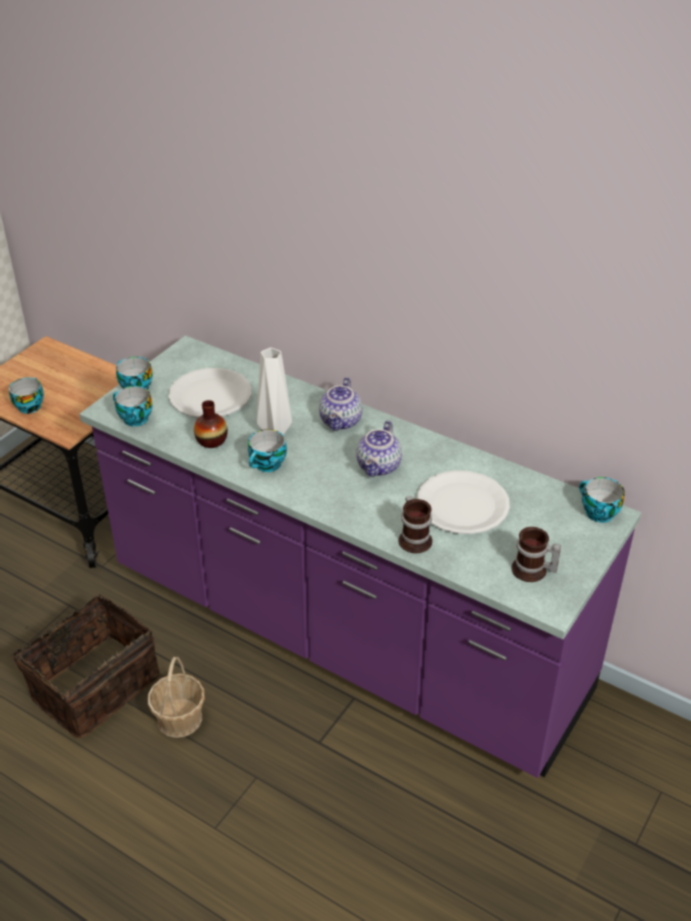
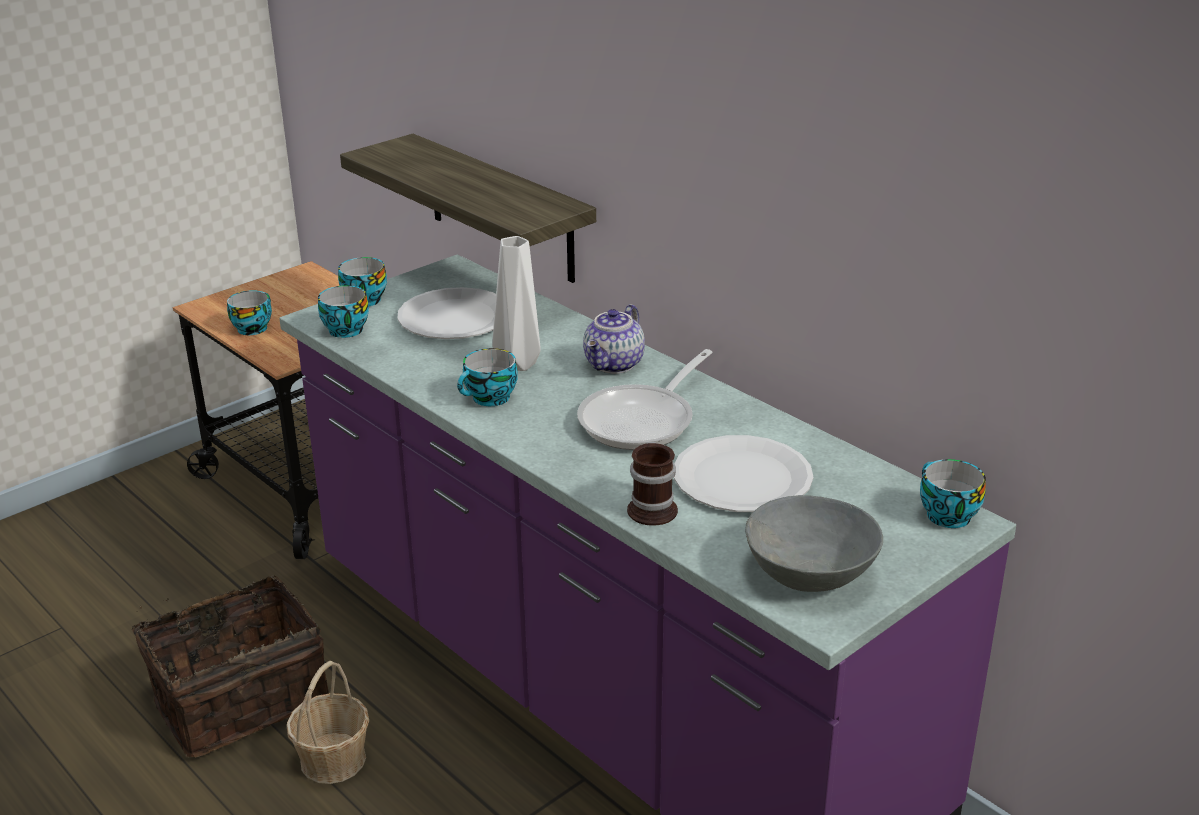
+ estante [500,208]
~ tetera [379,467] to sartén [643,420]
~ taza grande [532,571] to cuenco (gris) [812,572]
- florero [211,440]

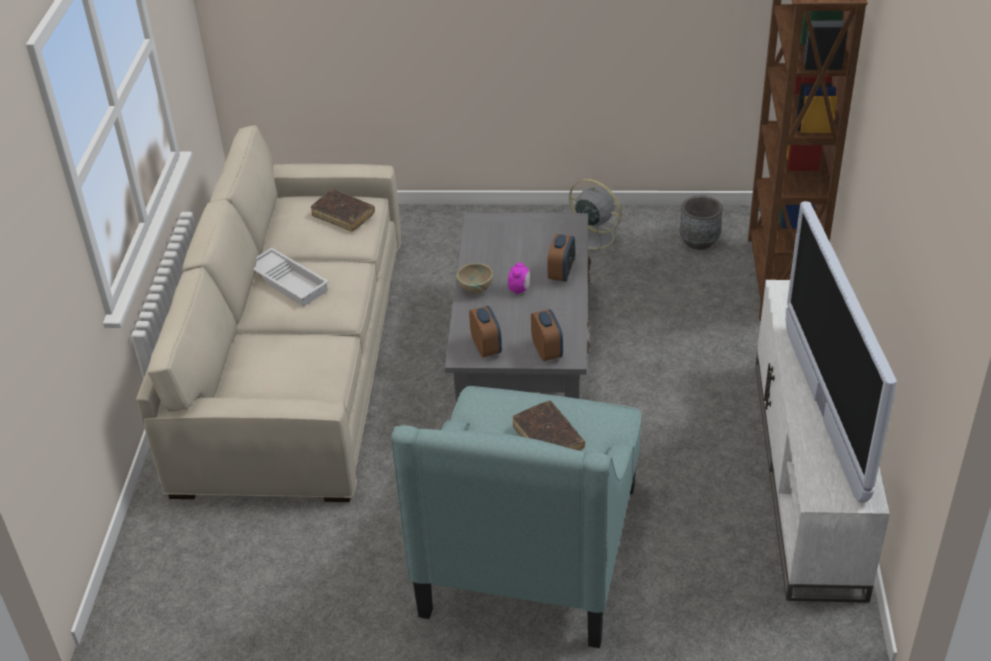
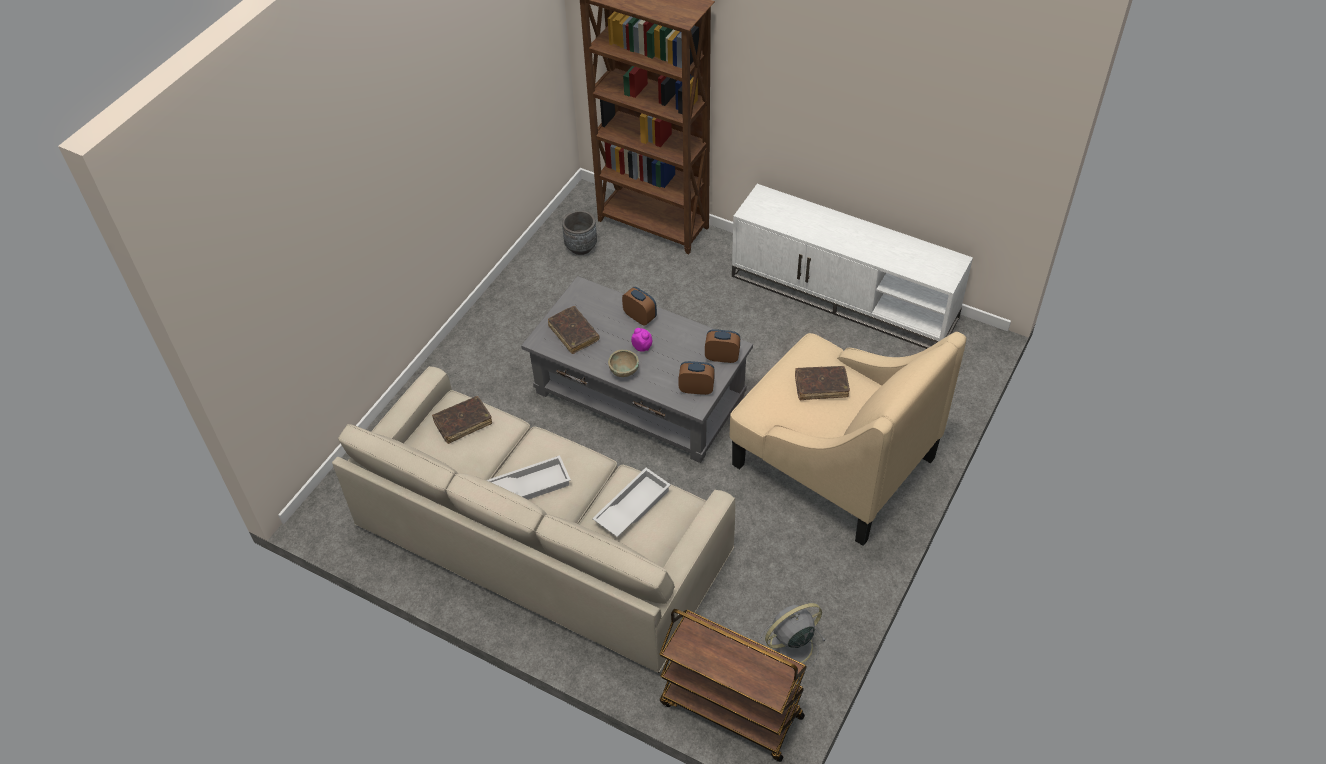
+ libro (marrón) [573,333]
+ bandeja (blanco) [632,506]
+ carrito (marrón) [730,710]
~ sillón (turquesa) [531,547] to sillón (beis) [832,461]
~ ventilador (gris) [592,236] to [789,646]
- televisor [823,411]

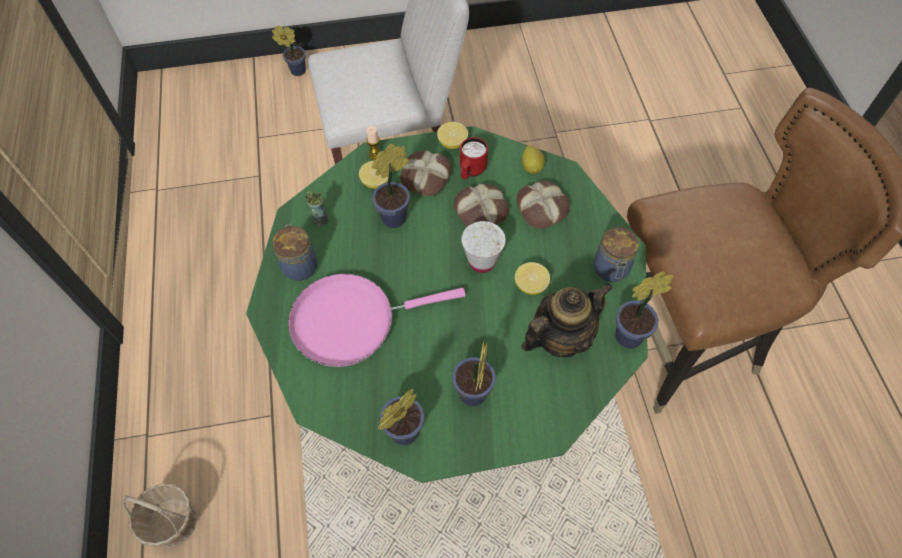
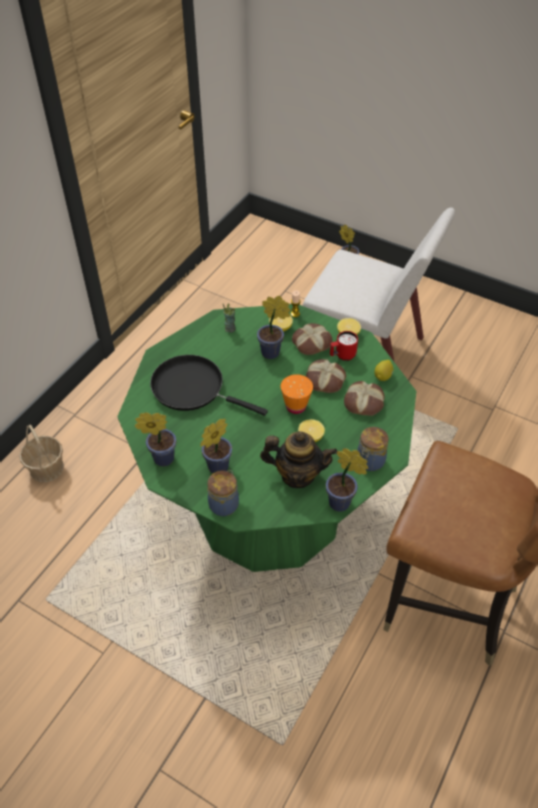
~ sartén (rosa) [351,321] to sartén (negro) [193,388]
~ tarro [300,265] to [224,504]
~ taza (blanco) [482,261] to taza (naranja) [296,406]

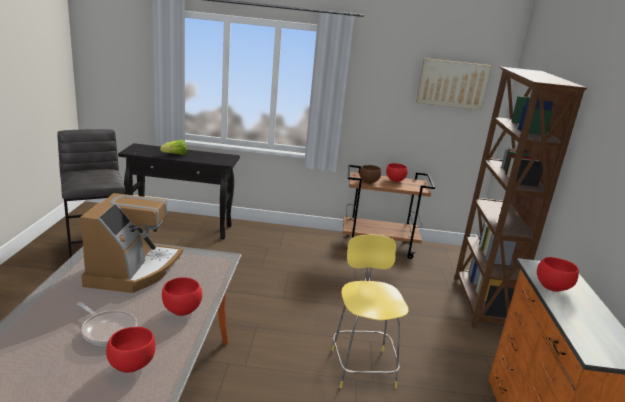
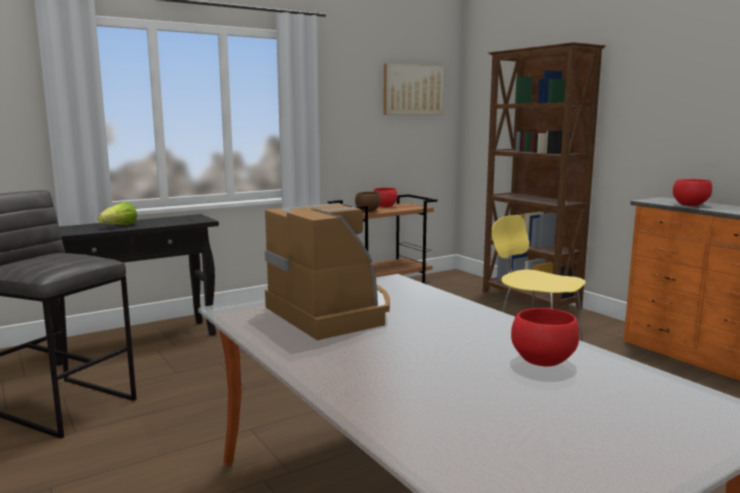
- sartén [108,330]
- cuenco (rojo) [181,311]

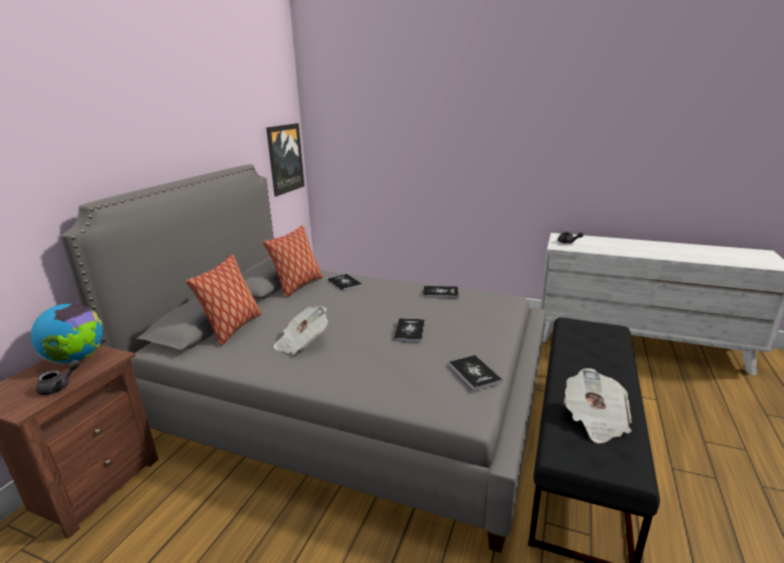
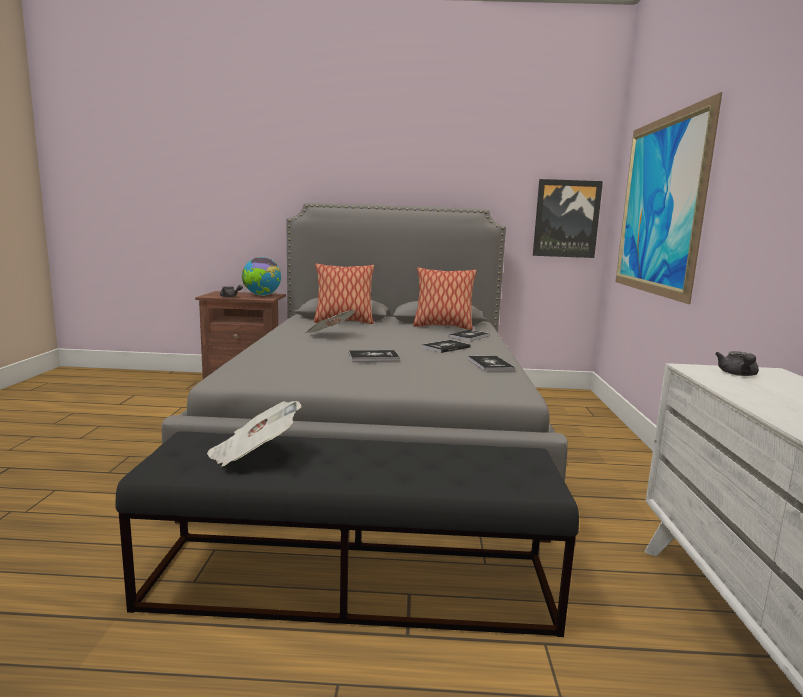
~ libro [474,373] to [446,347]
+ cuadro [659,206]

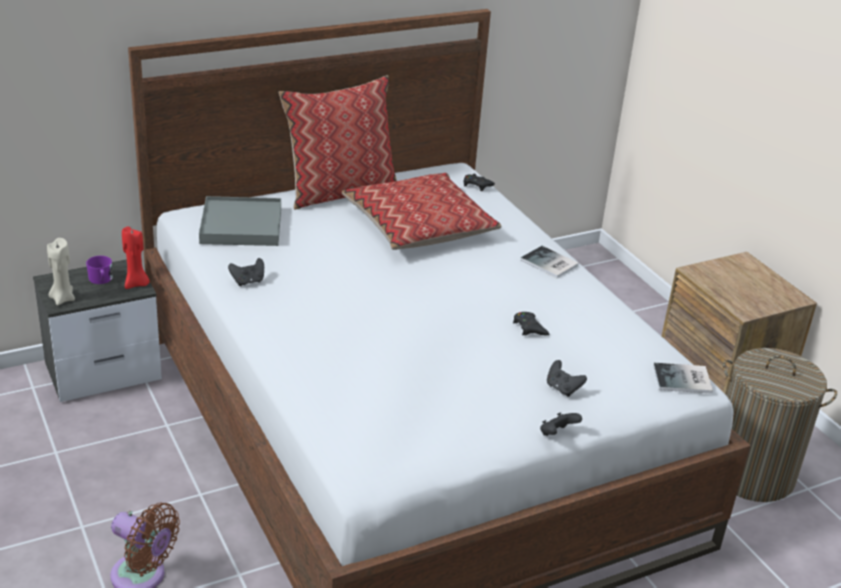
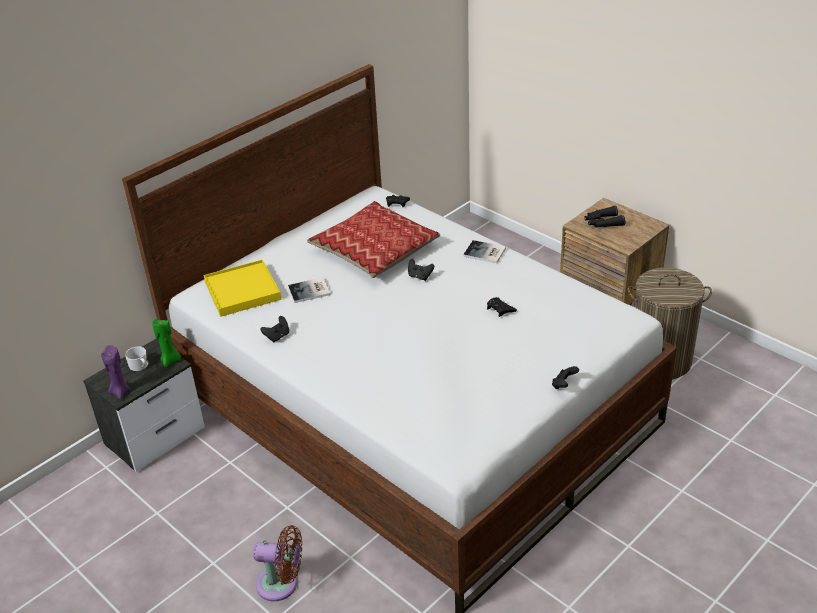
~ vela (beis) [62,298] to vela (morado) [120,392]
~ taza grande (morado) [101,279] to taza grande (blanco) [140,366]
~ vela (rojo) [136,284] to vela (verde) [170,361]
~ bandeja (gris) [241,226] to bandeja (amarillo) [242,291]
~ libro [684,380] to [310,291]
~ mando de consola (negro) [562,389] to [420,276]
+ prismáticos (negro) [603,222]
- cojín [340,191]

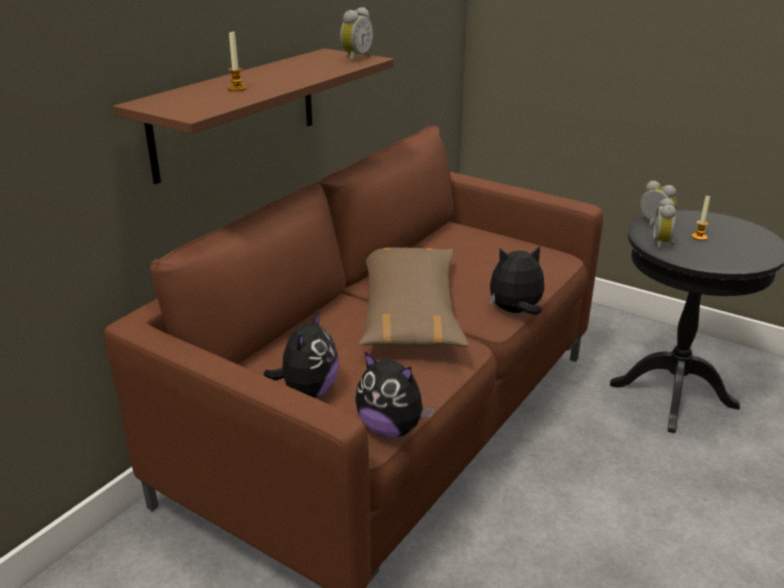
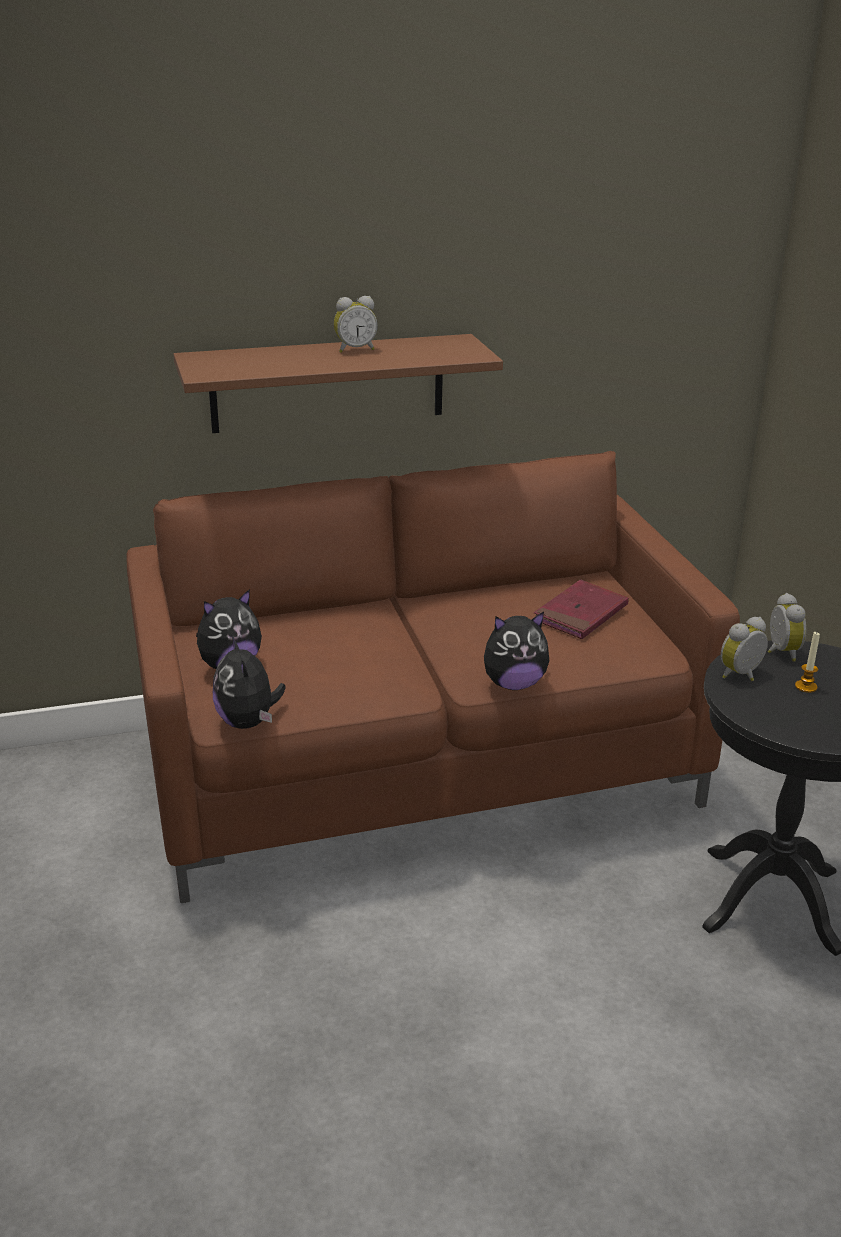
~ despertador [355,58] to [355,349]
~ peluche [515,312] = [513,684] 135 degrees clockwise
+ libro (rojo) [580,614]
- vela [237,88]
- cojín (marrón) [410,313]

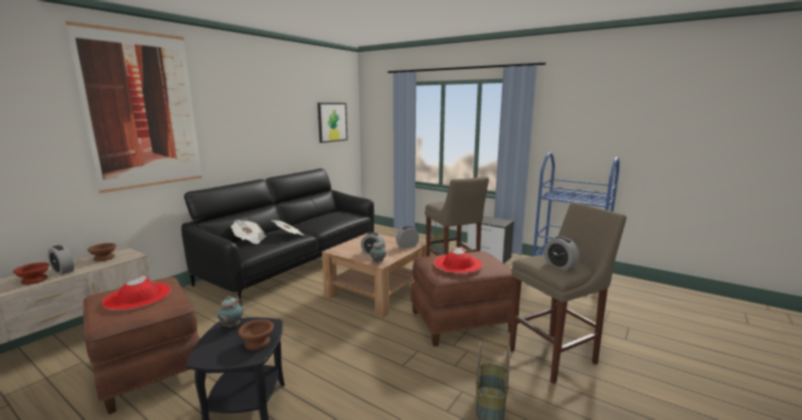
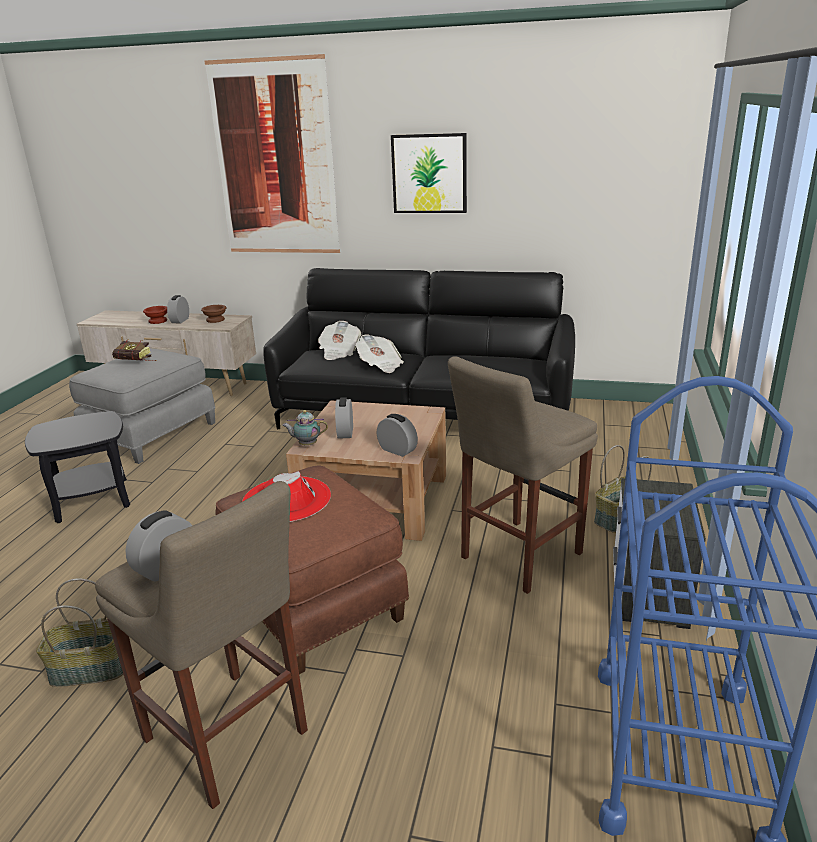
~ puf (marrón) [149,368] to puf (gris) [150,434]
~ sombrero (rojo) [137,296] to libro [137,362]
~ cuadro [332,122] to [429,174]
- tetera [231,326]
- cuenco (marrón) [257,343]

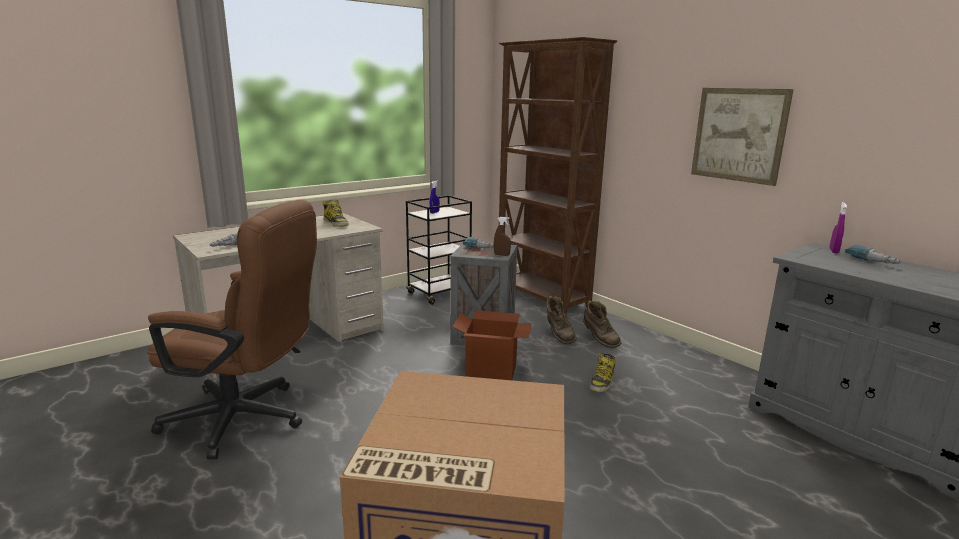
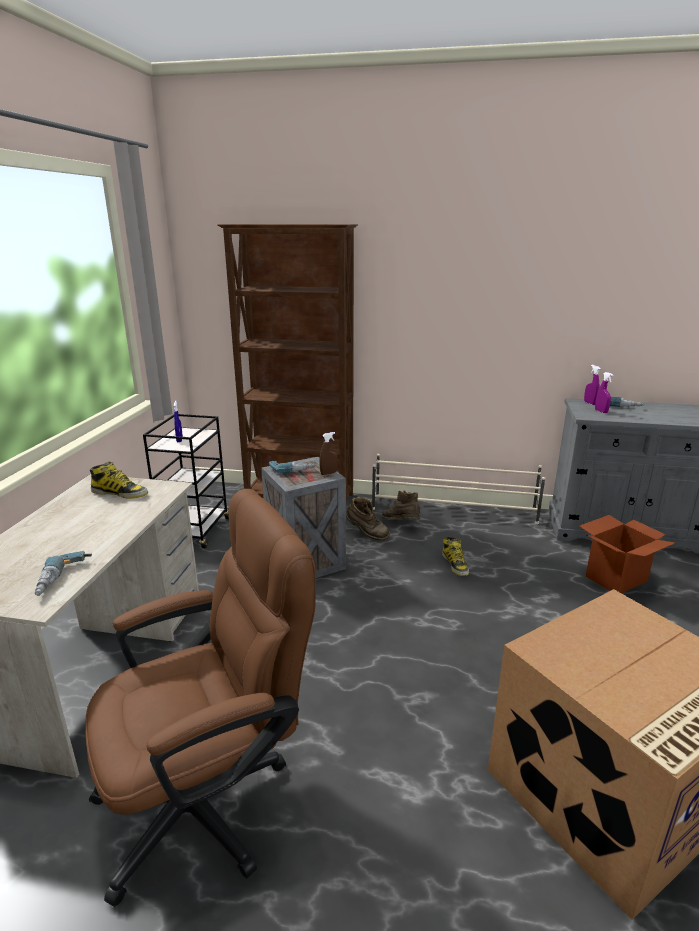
+ zapatero (beis) [454,509]
~ bota (marrón) [599,340] = [401,525] 150 degrees counterclockwise
~ caja de cartón [491,370] to [616,578]
+ pulverizador (morado) [601,411]
- cuadro [738,135]

